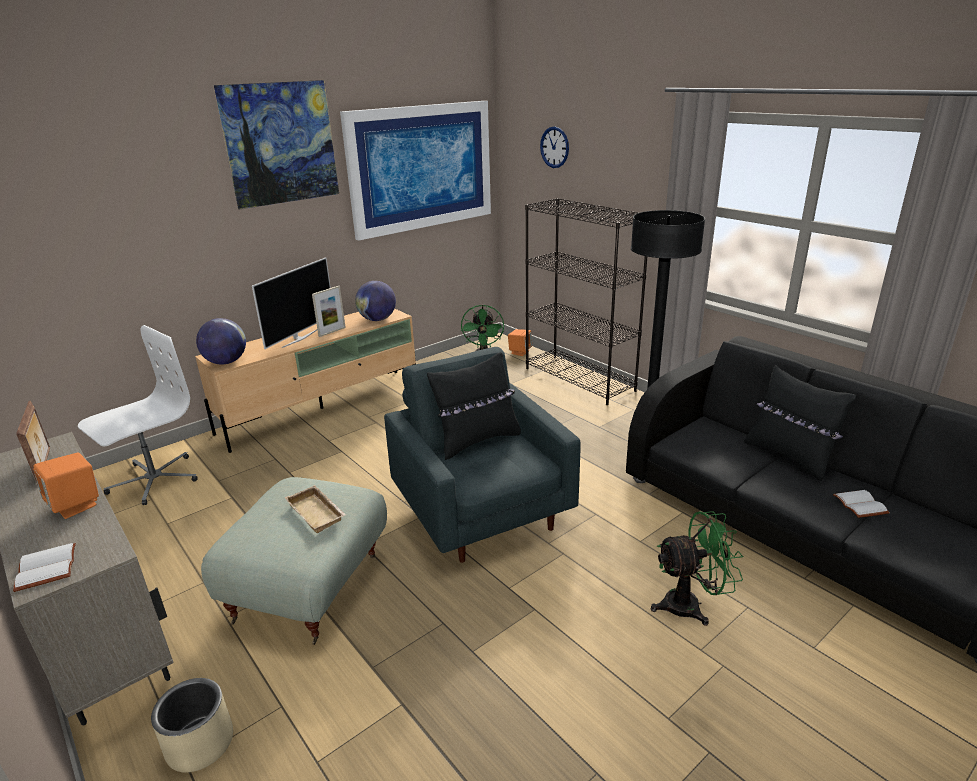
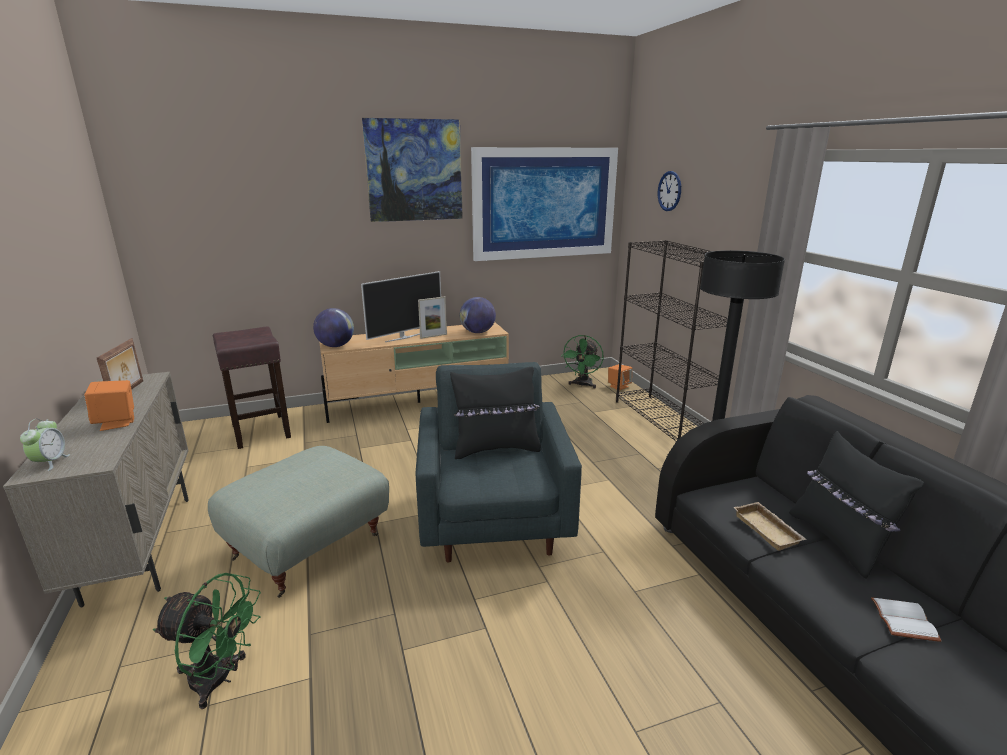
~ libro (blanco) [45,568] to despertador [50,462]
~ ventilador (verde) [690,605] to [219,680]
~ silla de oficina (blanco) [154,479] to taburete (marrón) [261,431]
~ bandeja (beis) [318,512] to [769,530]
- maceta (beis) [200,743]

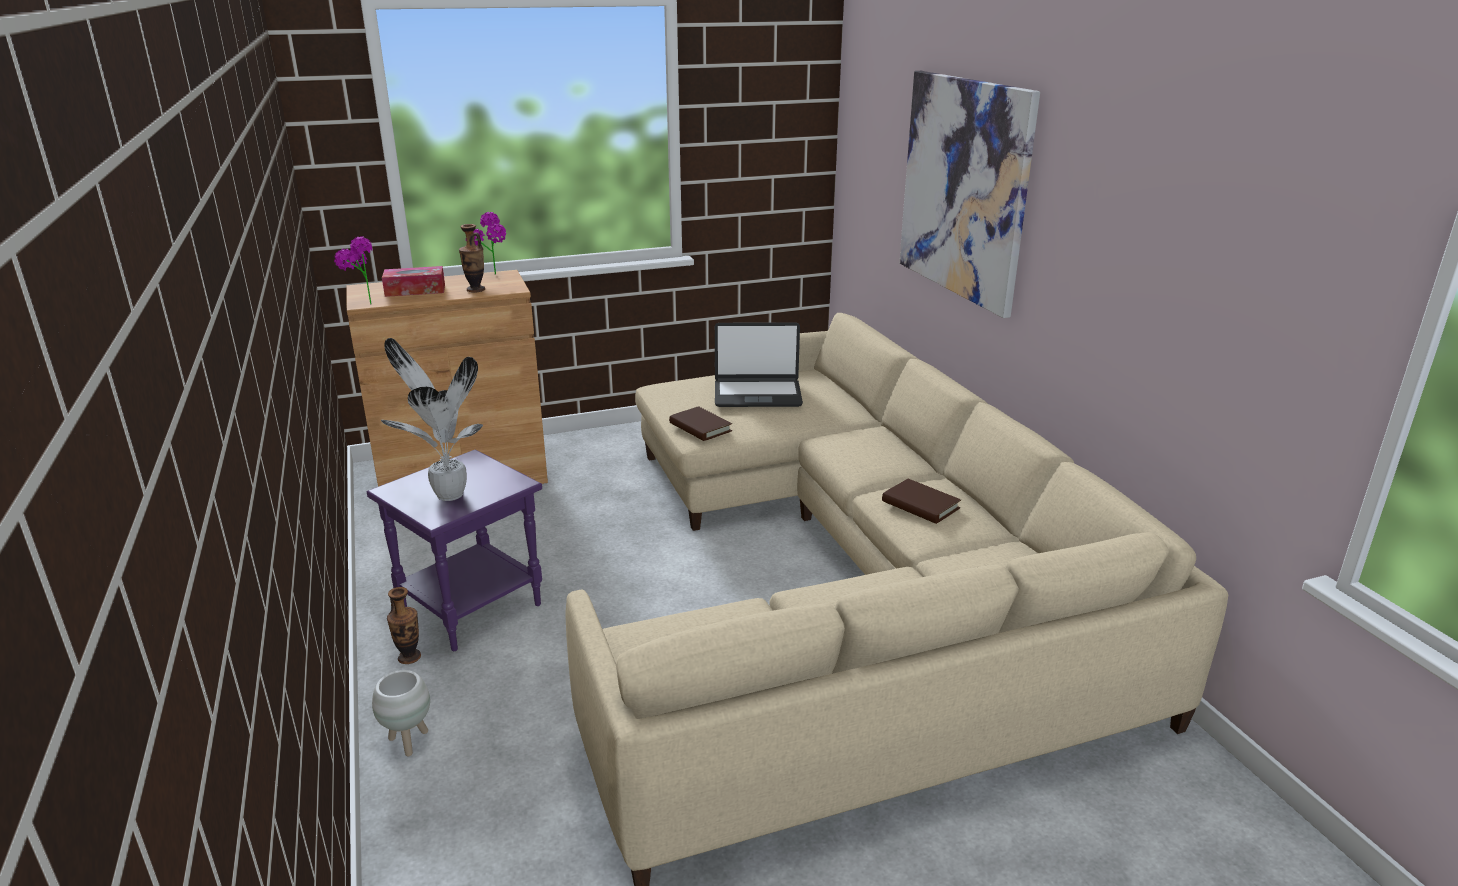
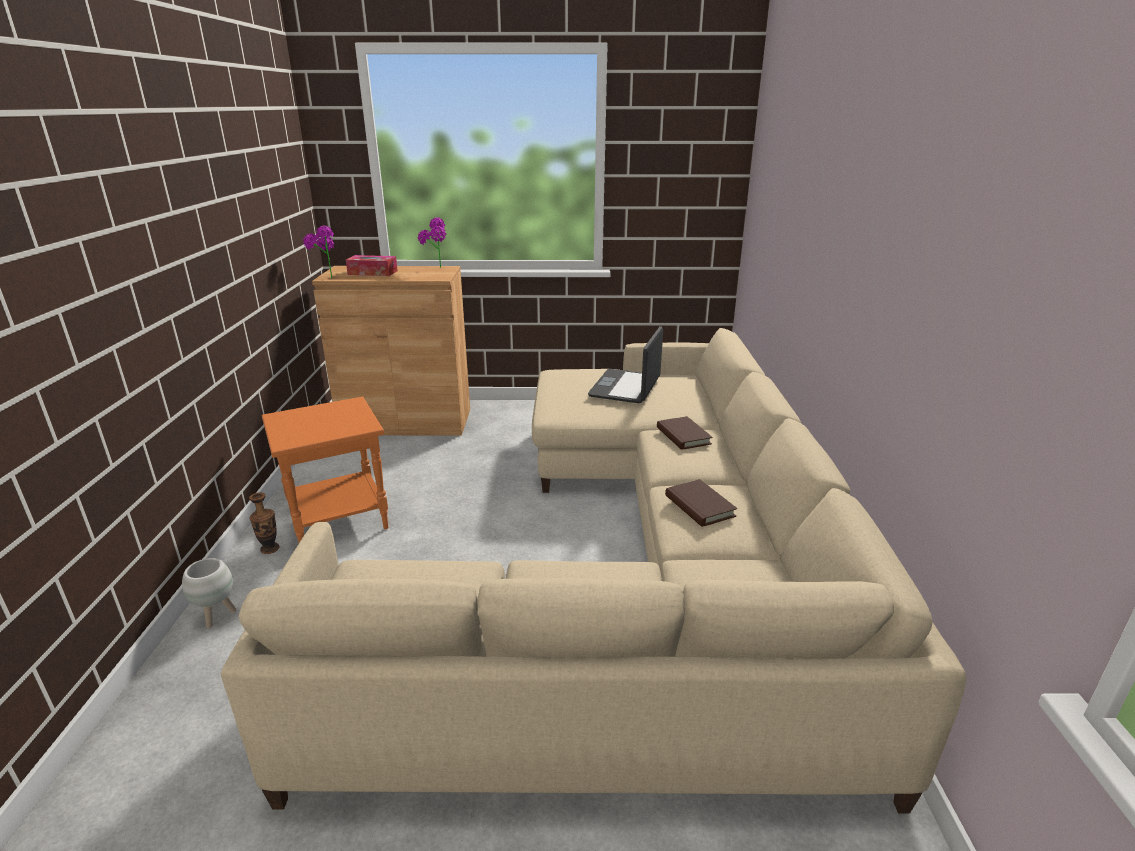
~ mesa auxiliar (morado) [471,607] to mesa auxiliar (naranja) [339,520]
~ portátil [757,394] = [626,387] 90 degrees clockwise
~ libro (marrón) [700,427] to [683,436]
- planta en maceta [447,494]
- florero [475,290]
- cuadro [964,188]

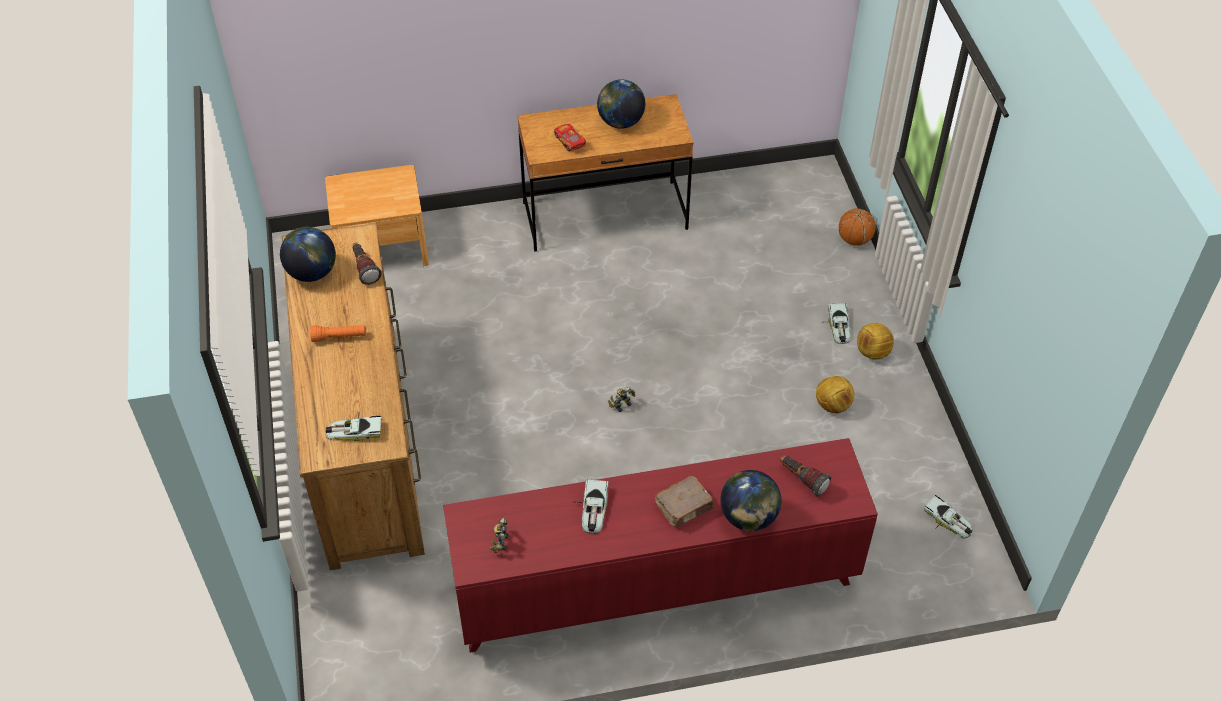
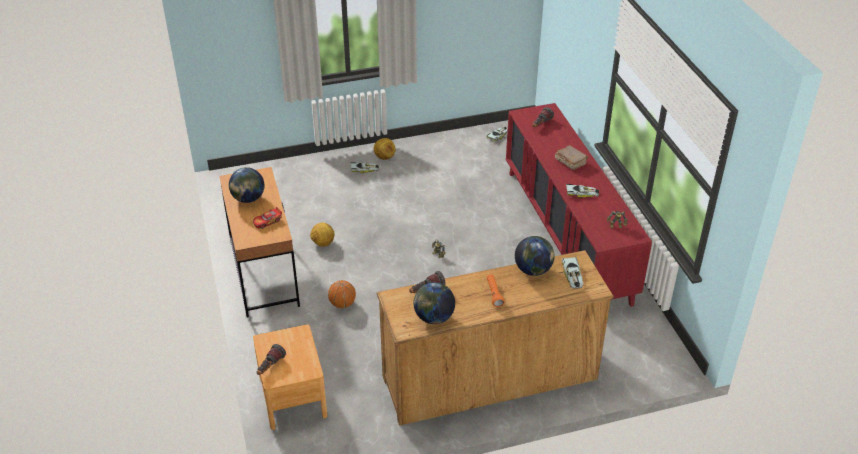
+ linterna [270,367]
~ balón de fútbol [832,405] to [323,244]
~ balón de baloncesto [854,240] to [342,304]
~ globo terráqueo [748,517] to [533,270]

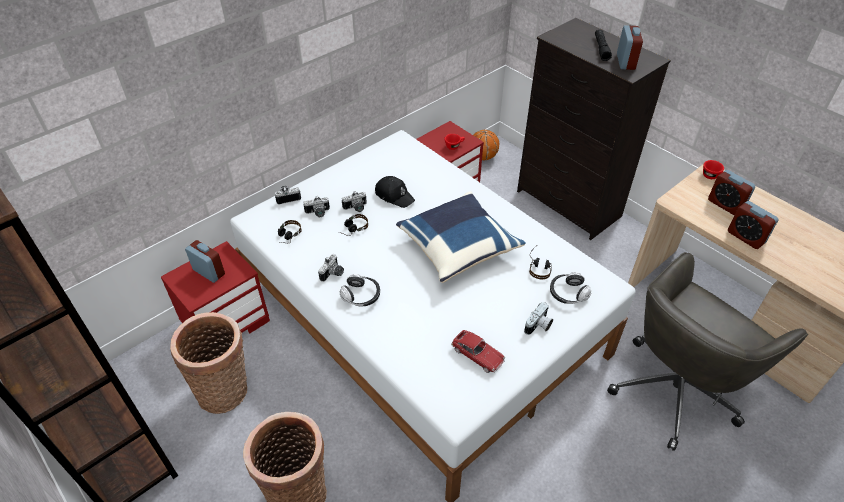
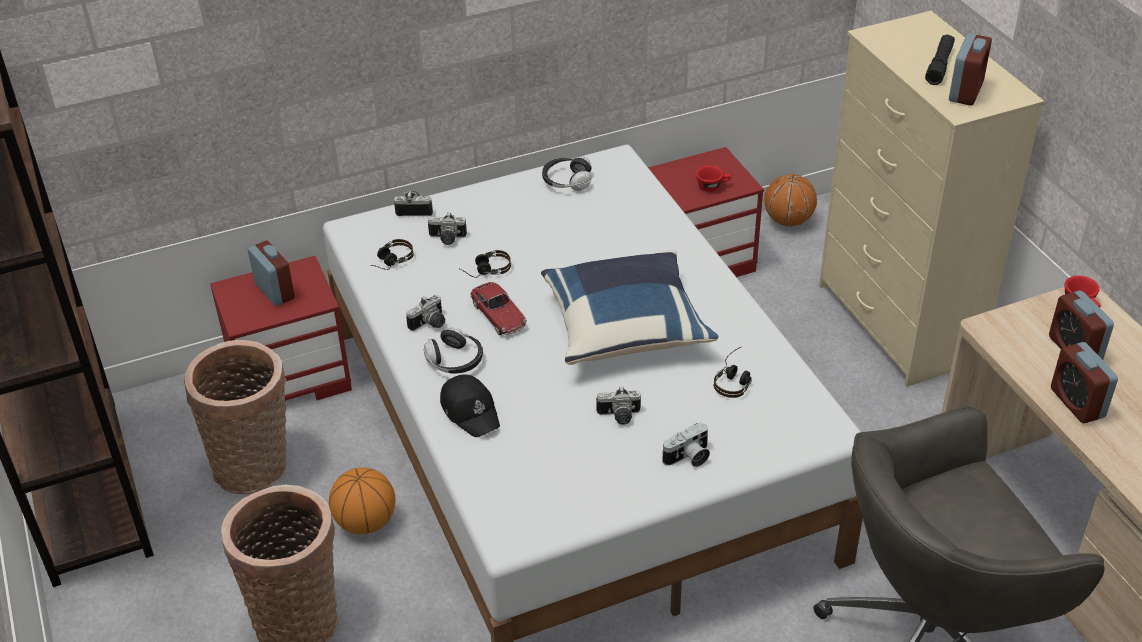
+ balón de baloncesto [365,522]
~ gorra (negro) [394,195] to [470,411]
~ coche de juguete [477,355] to [498,316]
~ auriculares [568,293] to [567,181]
~ cámara [356,208] to [619,416]
~ cómoda (negro) [568,204] to cómoda (beis) [897,324]

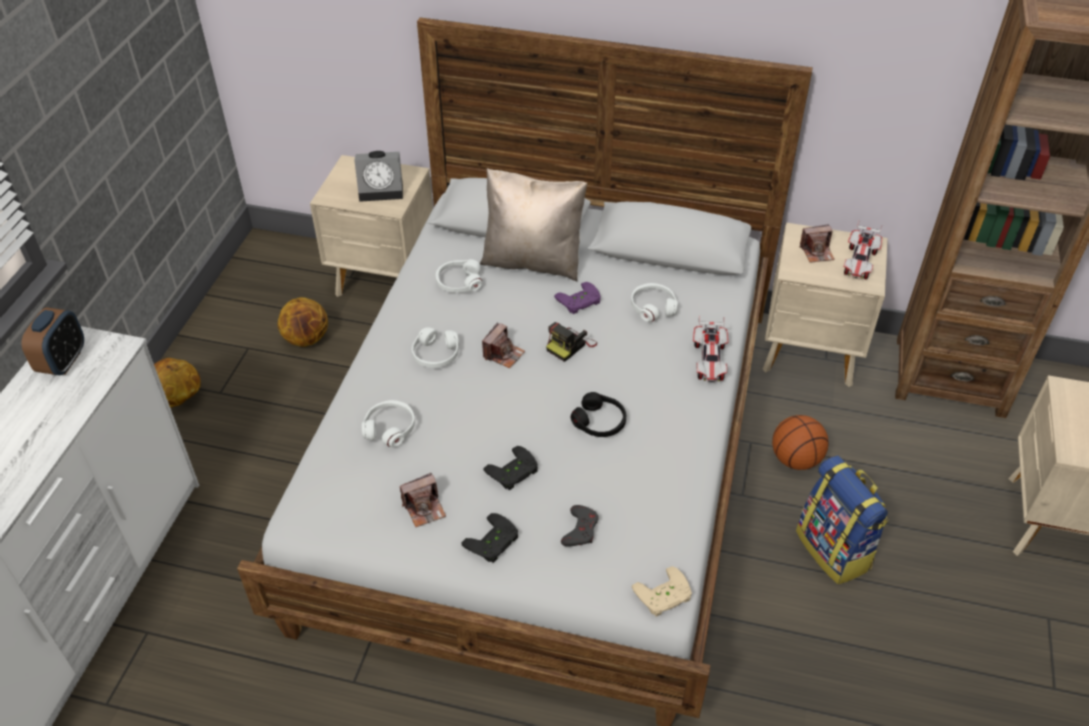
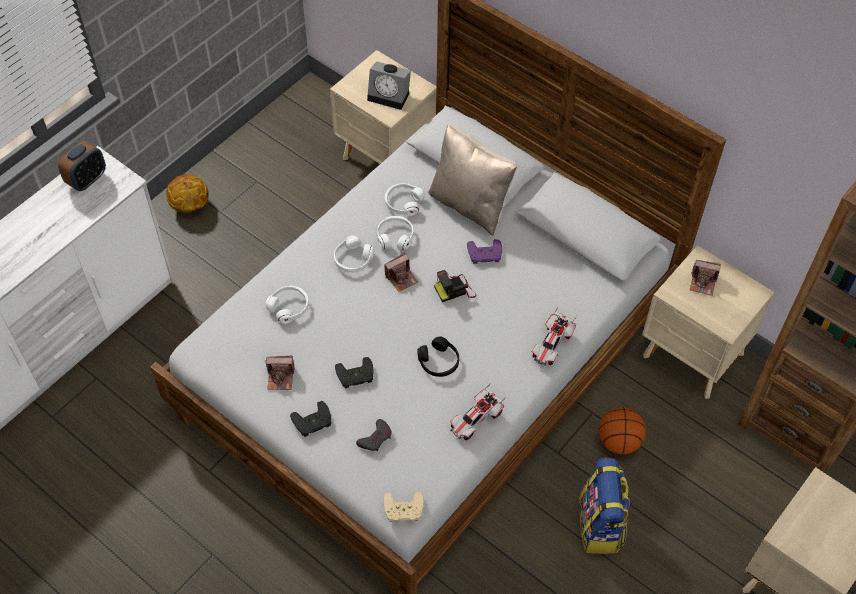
~ auriculares (blanco) [653,307] to [395,236]
~ coche de juguete [859,262] to [476,420]
- balón de baloncesto [307,339]

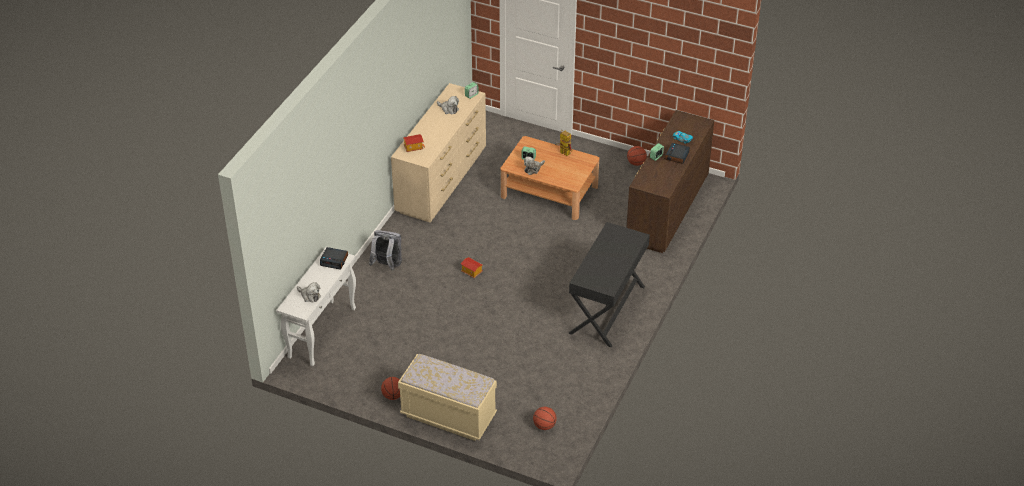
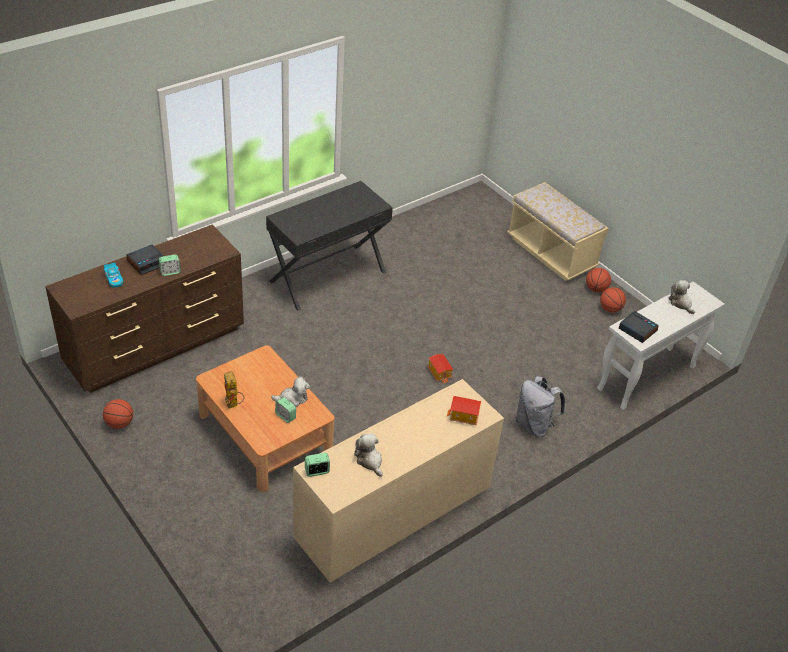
~ balón de baloncesto [544,426] to [610,309]

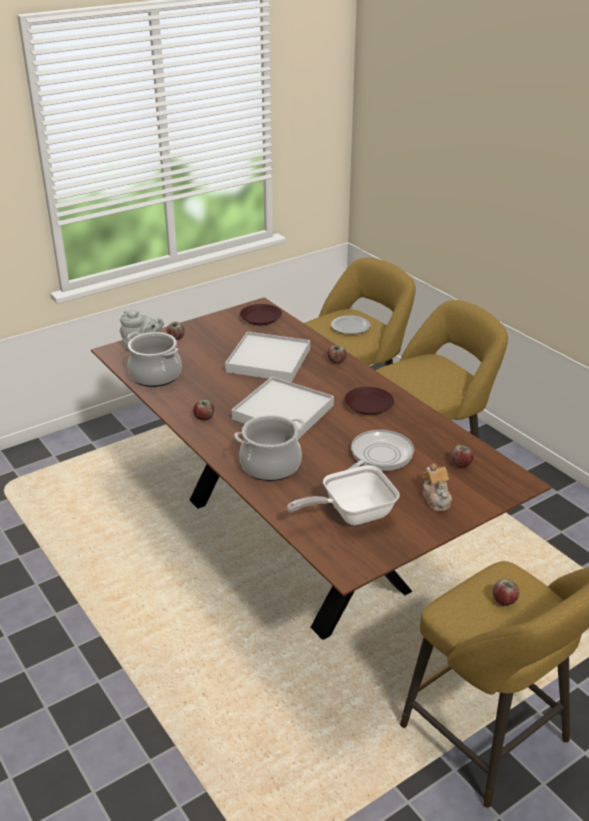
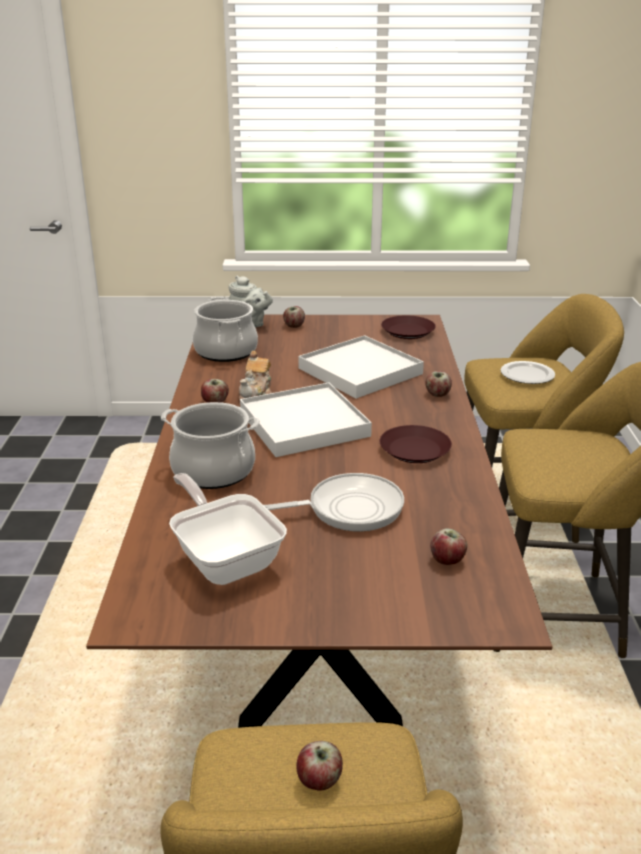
~ sartén [351,514] = [225,559] 45 degrees clockwise
~ tetera [436,499] to [256,394]

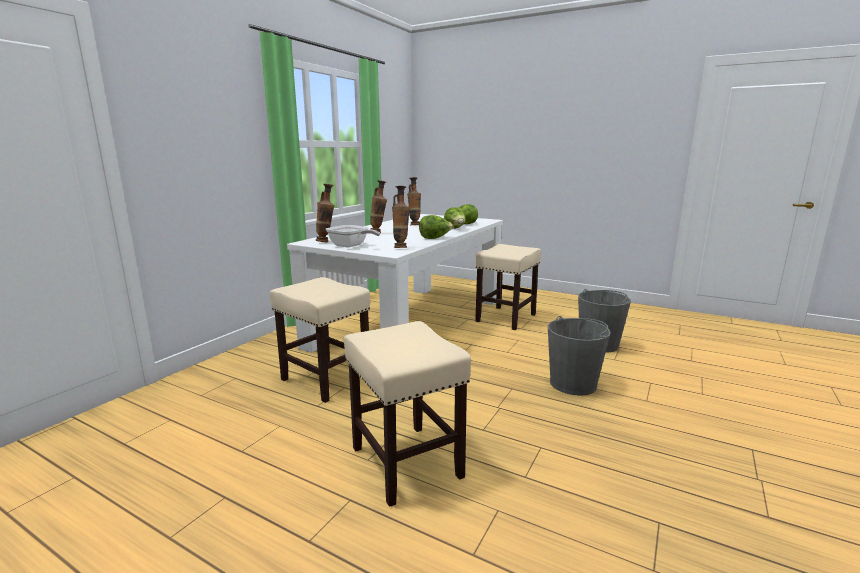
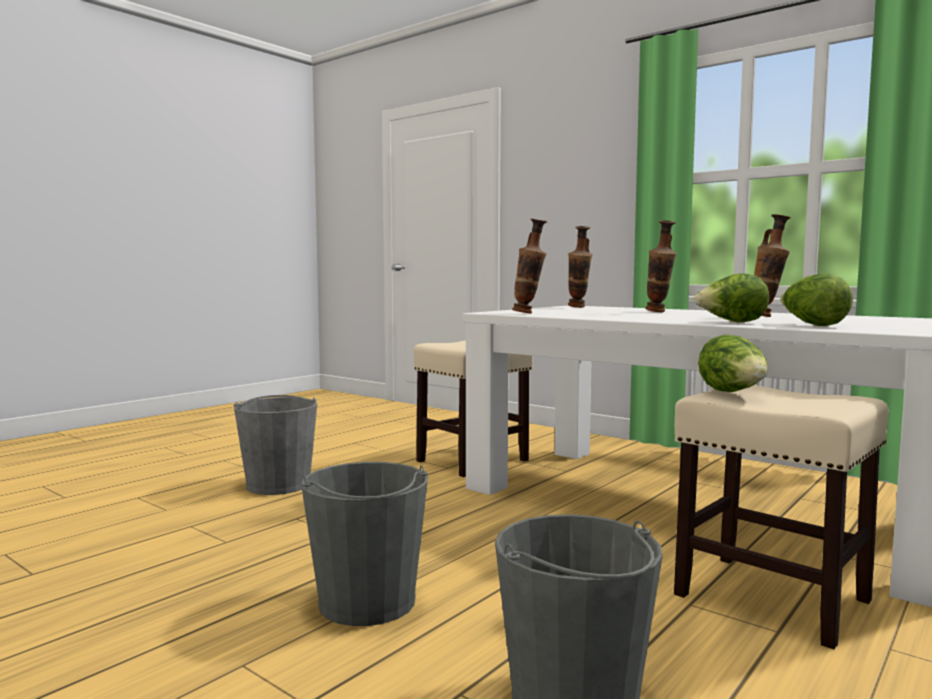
~ taburete (beis) [405,461] to cubo (gris) [278,484]
~ lechuga [435,238] to [733,393]
- sartén [351,246]

